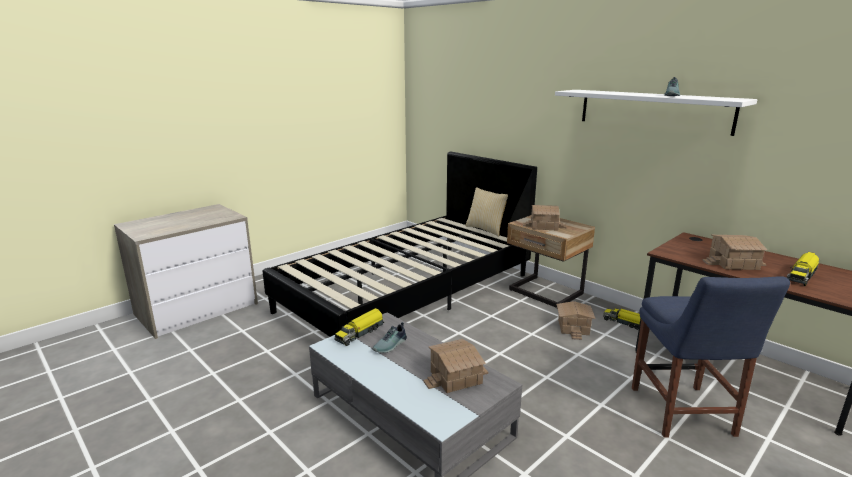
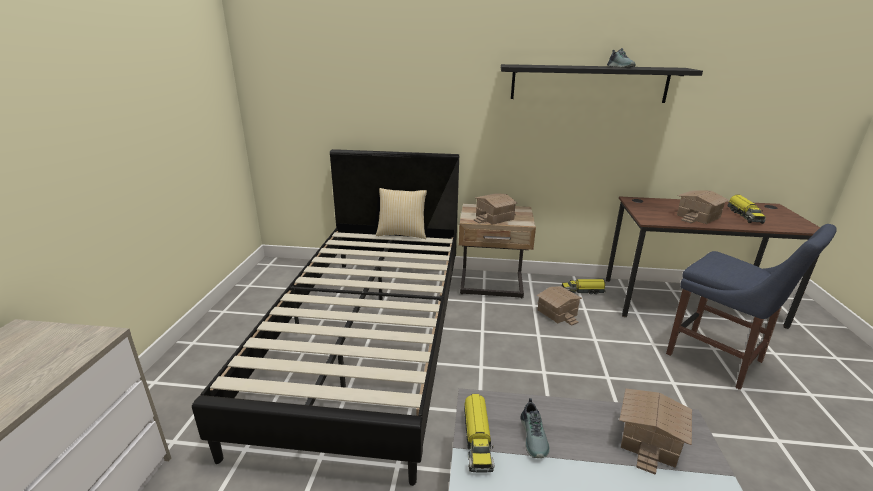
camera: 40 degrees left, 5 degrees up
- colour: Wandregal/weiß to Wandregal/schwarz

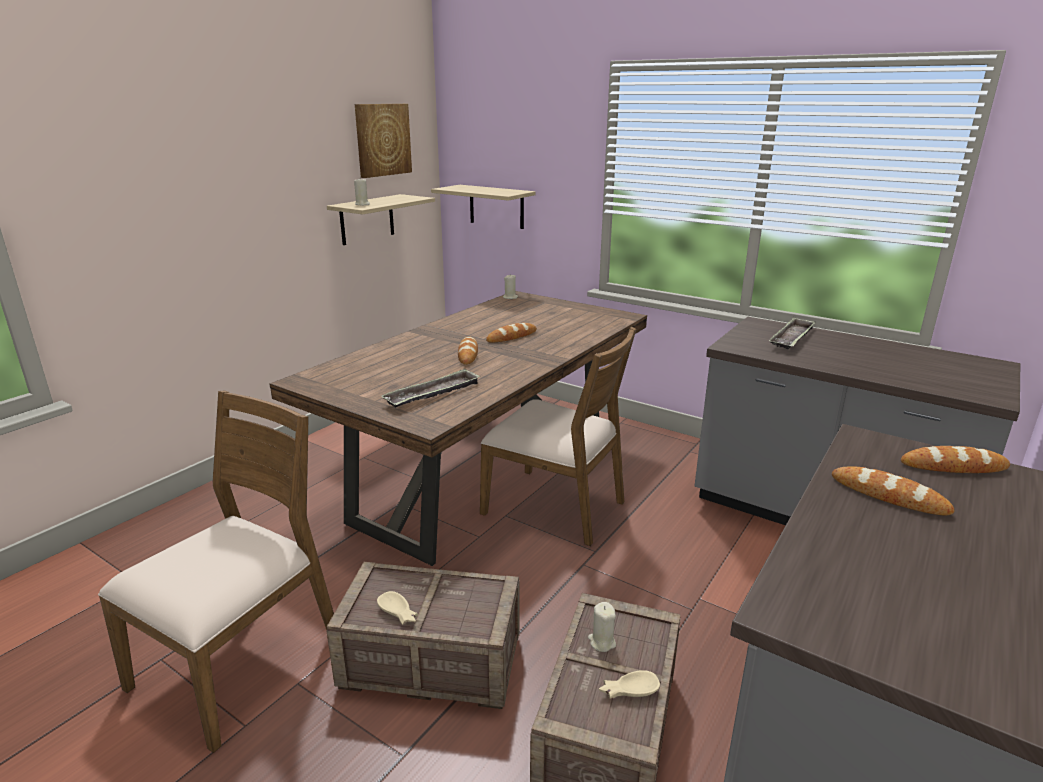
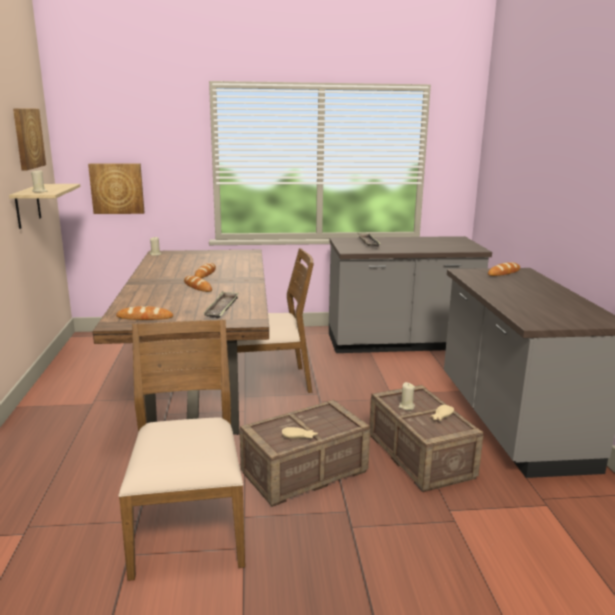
camera: 40 degrees left, 5 degrees down
- exchanged: Wandregal (no. 2 from left) to Bild (no. 2 from left)
- relocated: Brot (no. 3 from left in the first image) to Brot (no. 1 from left)

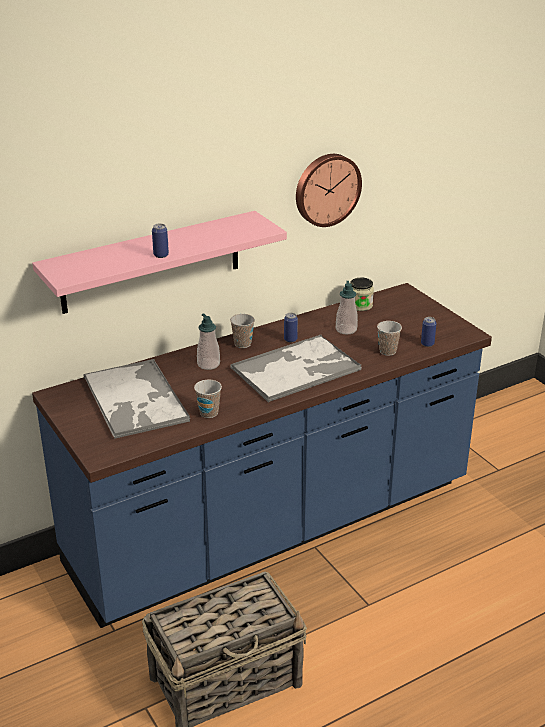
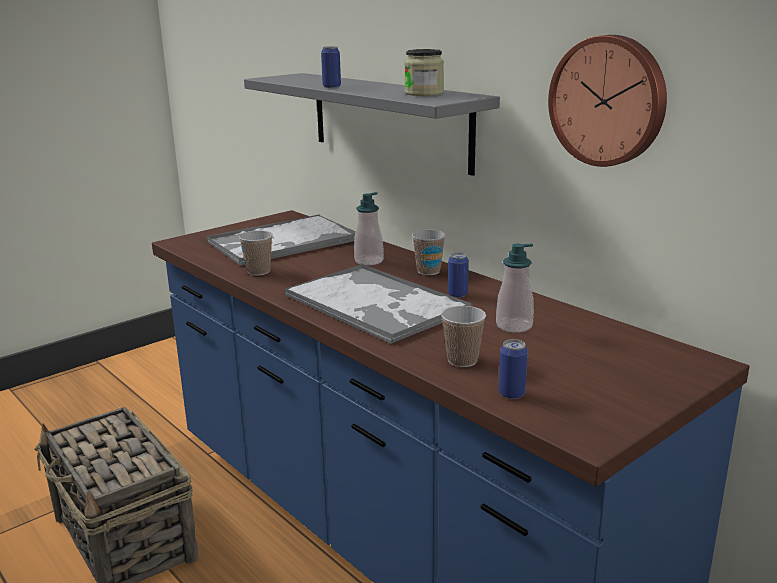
camera: 80 degrees right, 10 degrees down
- colour: Wandregal/rosa to Wandregal/grau
- relocated: Vorratsglas

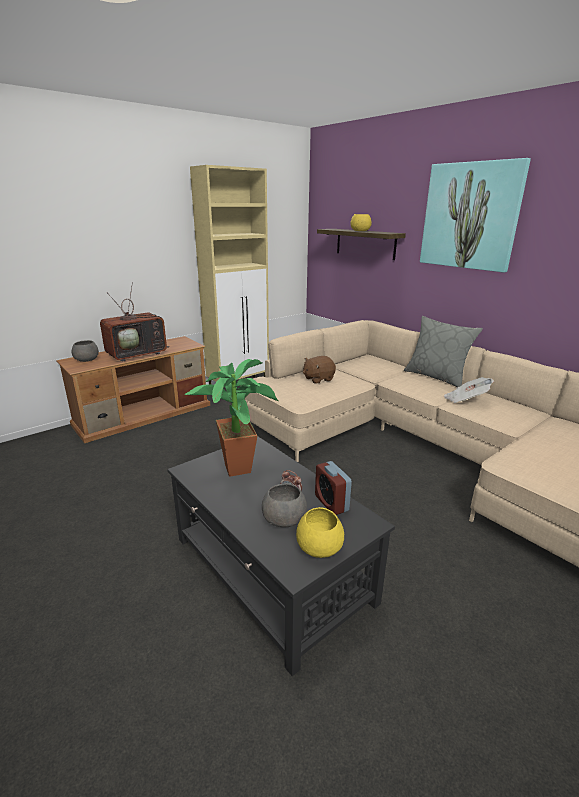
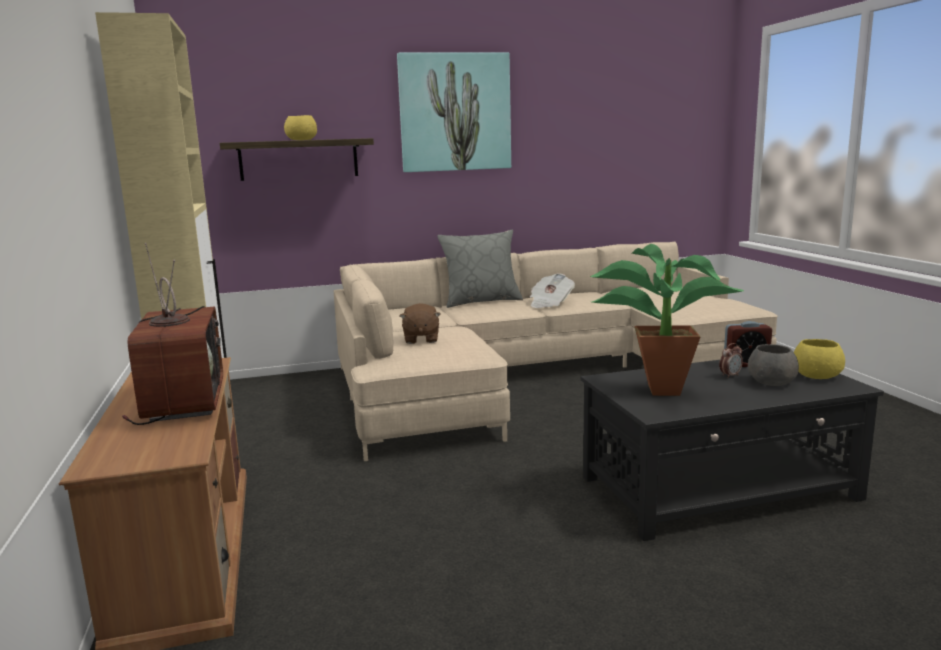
camera: 65 degrees left, 10 degrees down
- missing: Schüssel/grau (no. 1 from left)

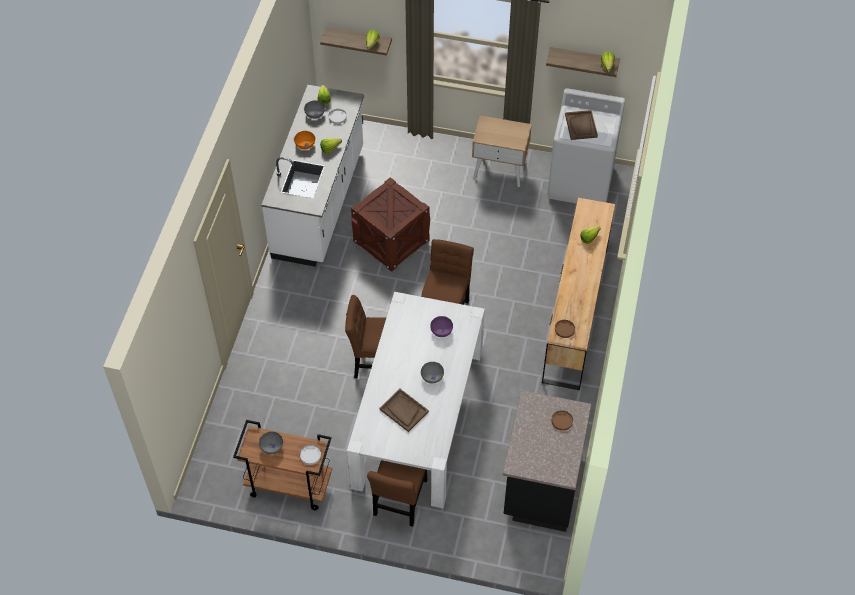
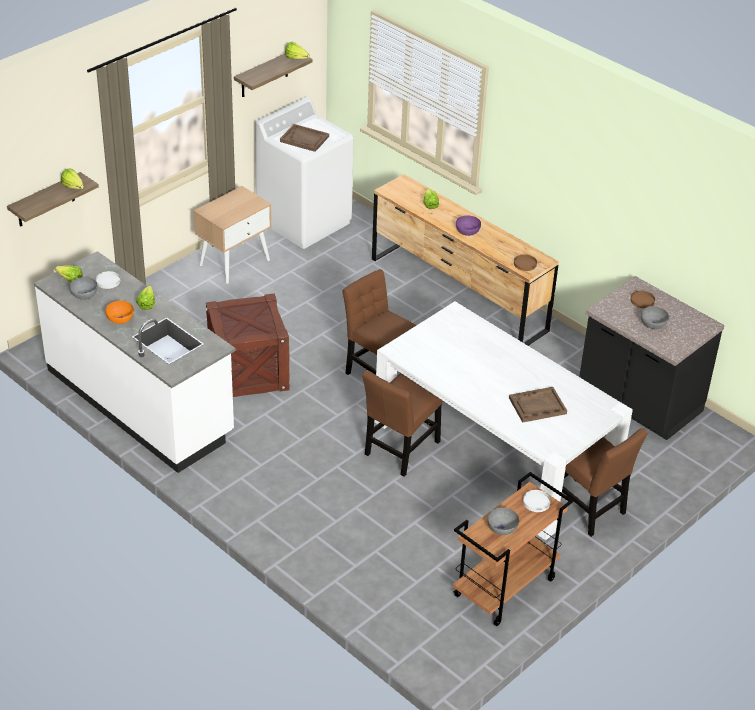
camera: 60 degrees left, 15 degrees down
- relocated: Schüssel/grau (no. 3 from left)
- relocated: Schüssel/lila

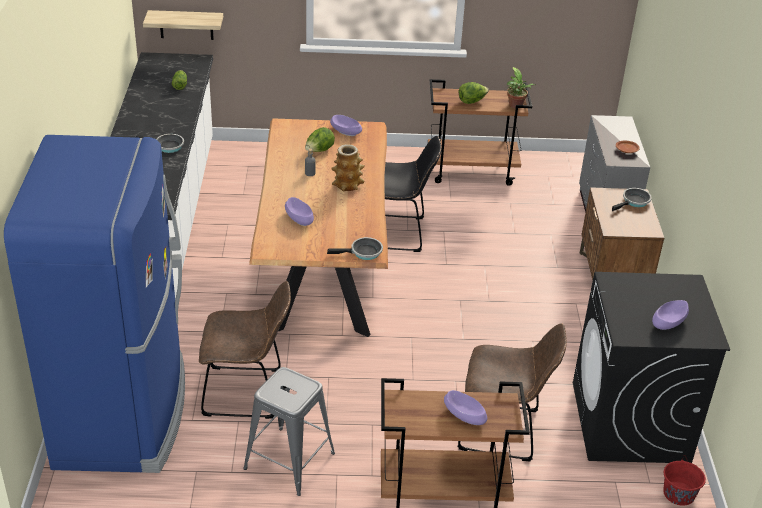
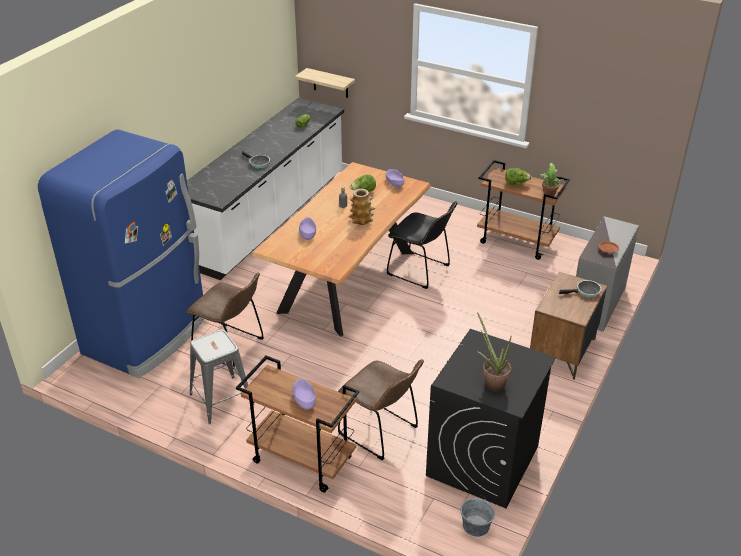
camera: 30 degrees right, 0 degrees up
- missing: Pfanne (no. 2 from left)
- exchanged: Schüssel/lila (no. 4 from left) to Topfpflanze (no. 1 from left)
- colour: Eimer/rot to Eimer/grau

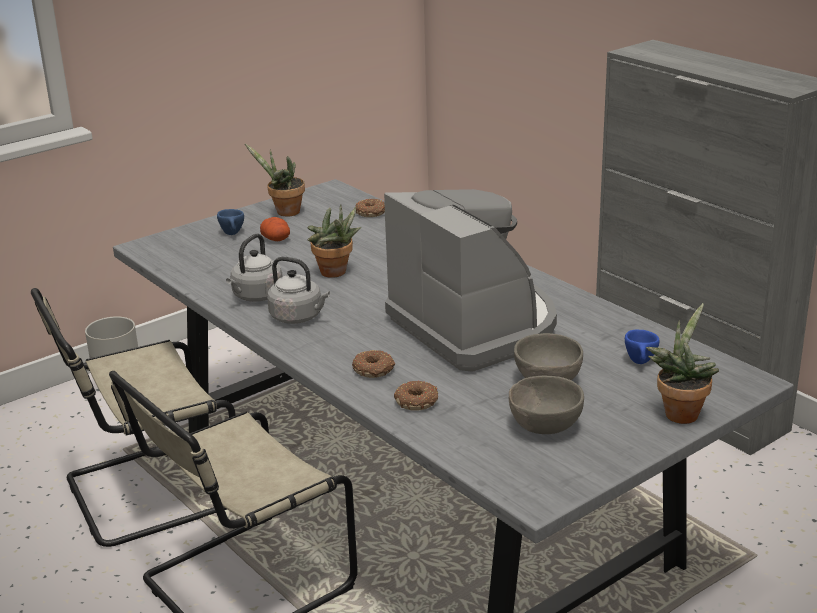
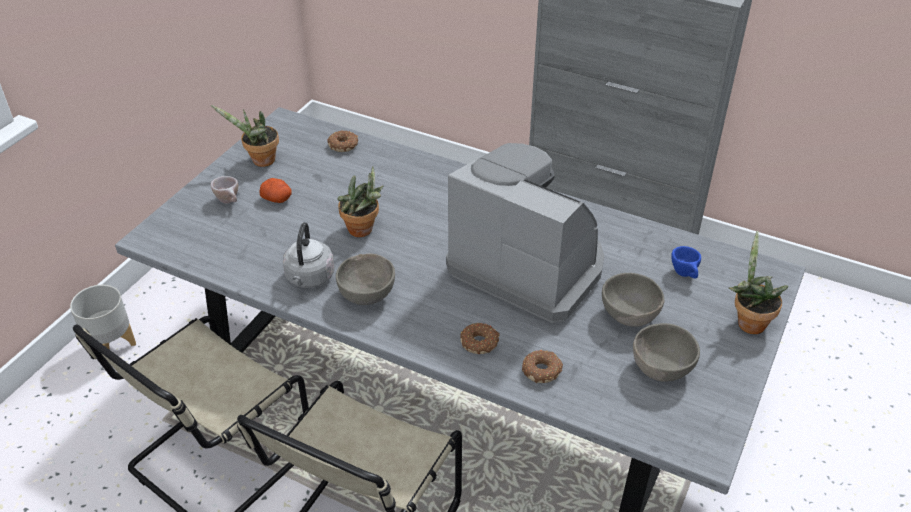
camera: 25 degrees left, 15 degrees up
- colour: Tasse/blau (no. 1 from left) to Tasse/beige
- exchanged: Wasserkessel/grau (no. 2 from left) to Schüssel/grau (no. 1 from left)

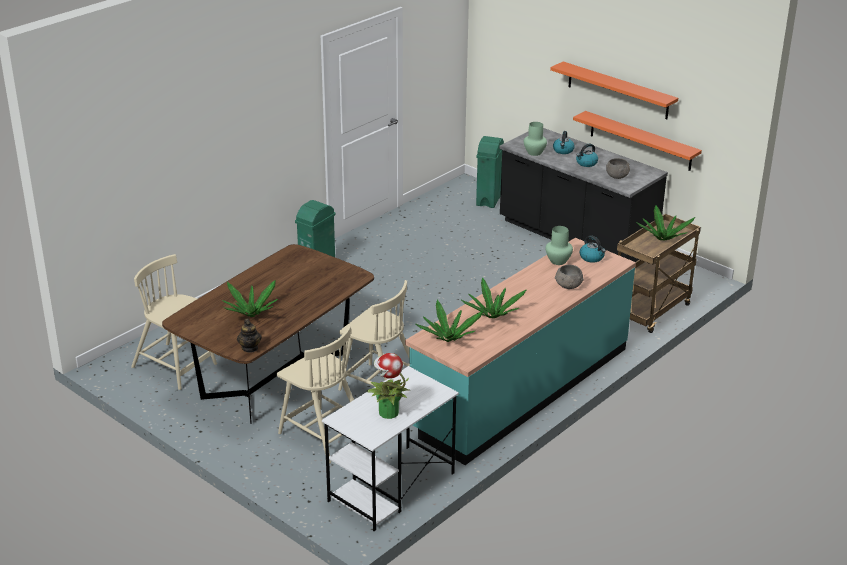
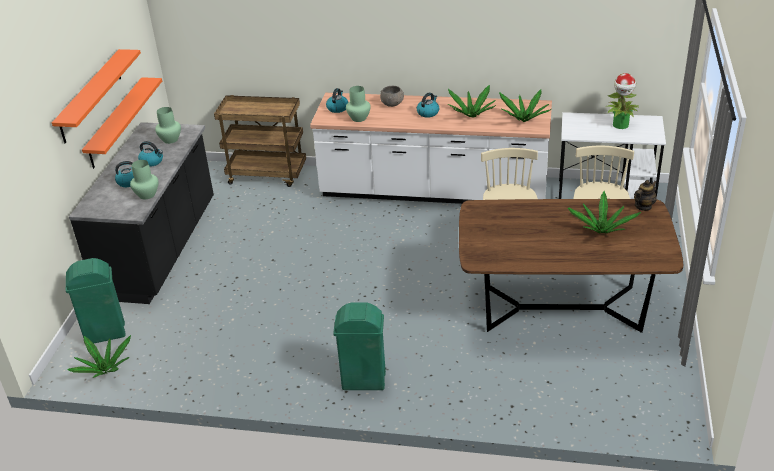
camera: 120 degrees left, 5 degrees up
- missing: Stuhl/beige (no. 1 from left)
- colour: Küchenzeile/türkis to Küchenzeile/weiß
- exchanged: Schüssel/grau (no. 2 from left) to Vase/grün (no. 2 from left)
- relocated: Topfpflanze (no. 5 from left in the first image) to Topfpflanze (no. 1 from left)
- appeared: Wasserkessel (no. 4 from left)

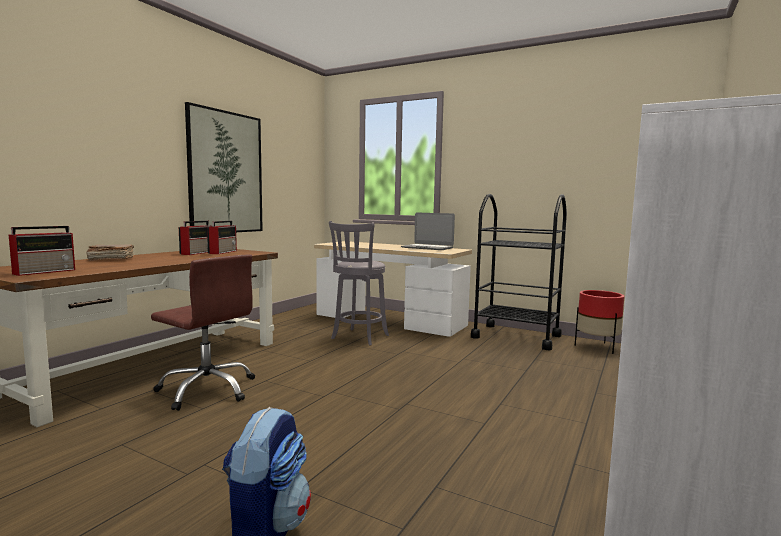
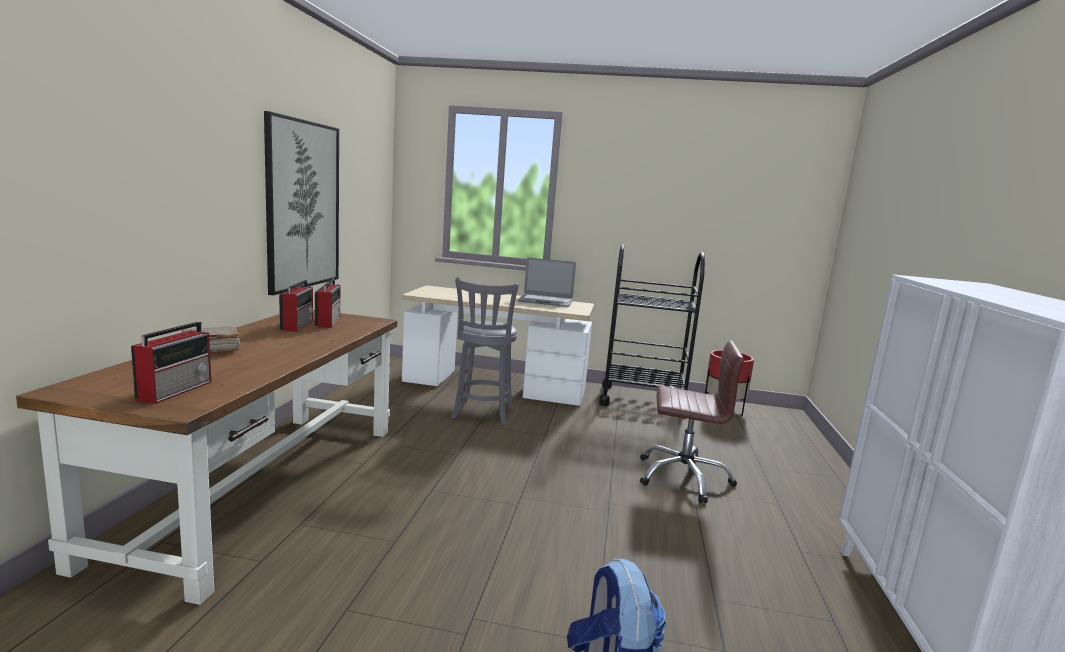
camera: 20 degrees left, 5 degrees up
- relocated: Bürostuhl/braun

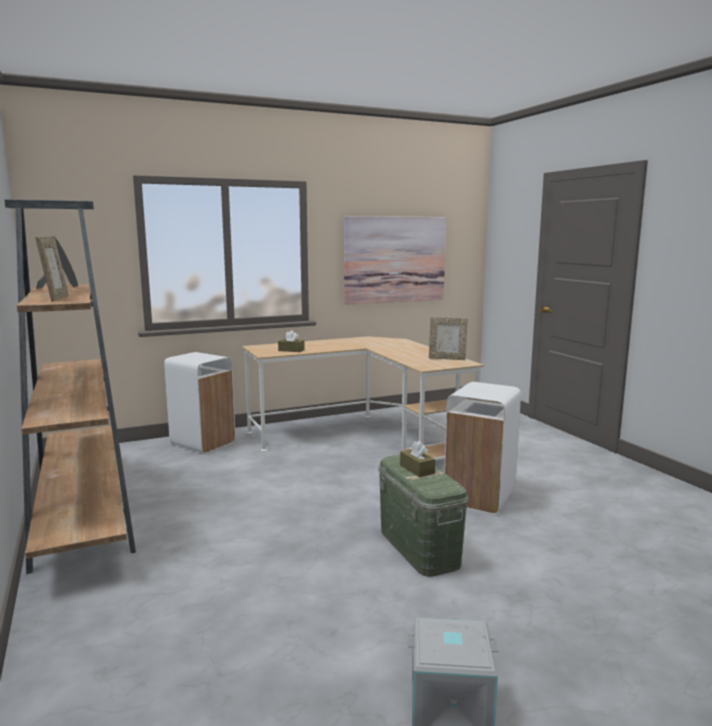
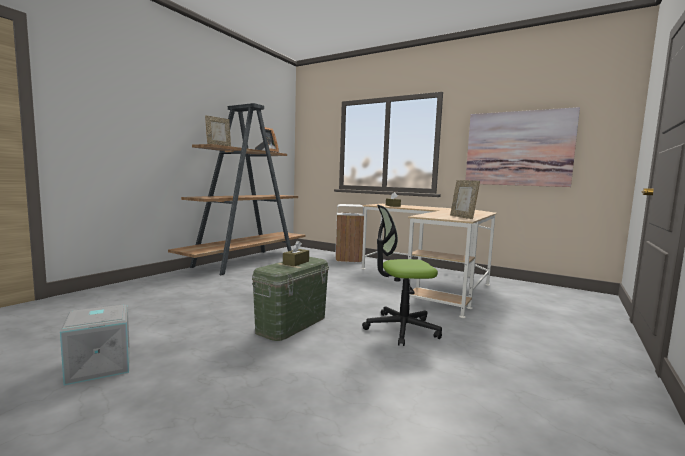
camera: 55 degrees right, 5 degrees down
- exchanged: Mülleimer/weiß (no. 2 from left) to Bürostuhl

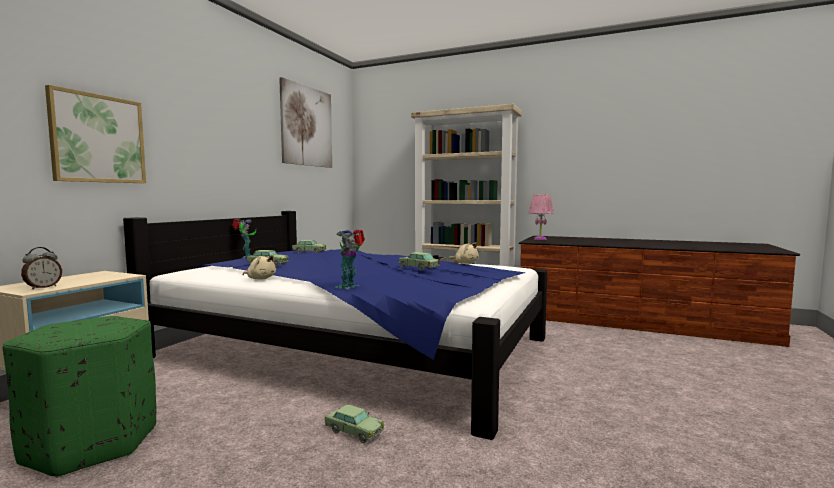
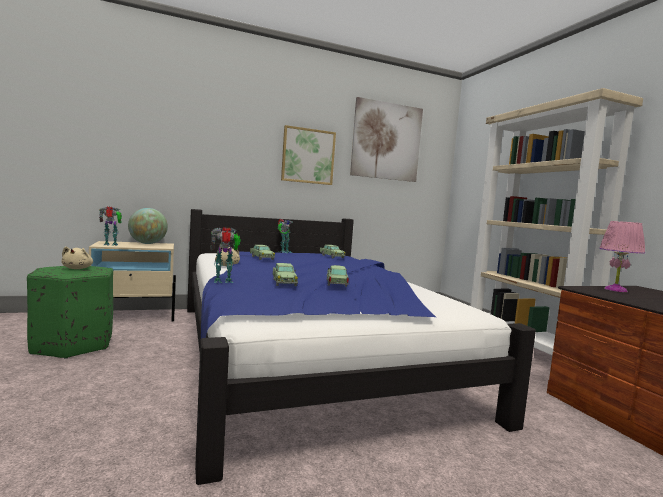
camera: 45 degrees right, 0 degrees up
- exchanged: Wecker to Spielzeugroboter (no. 1 from left)
- relocated: Bild (no. 1 from left)
- relocated: Spielzeugauto (no. 3 from left in the first image) to Spielzeugauto (no. 2 from left)
- relocated: Plüschtier/beige (no. 2 from left in the first image) to Plüschtier/beige (no. 1 from left)
- appeared: Globus

